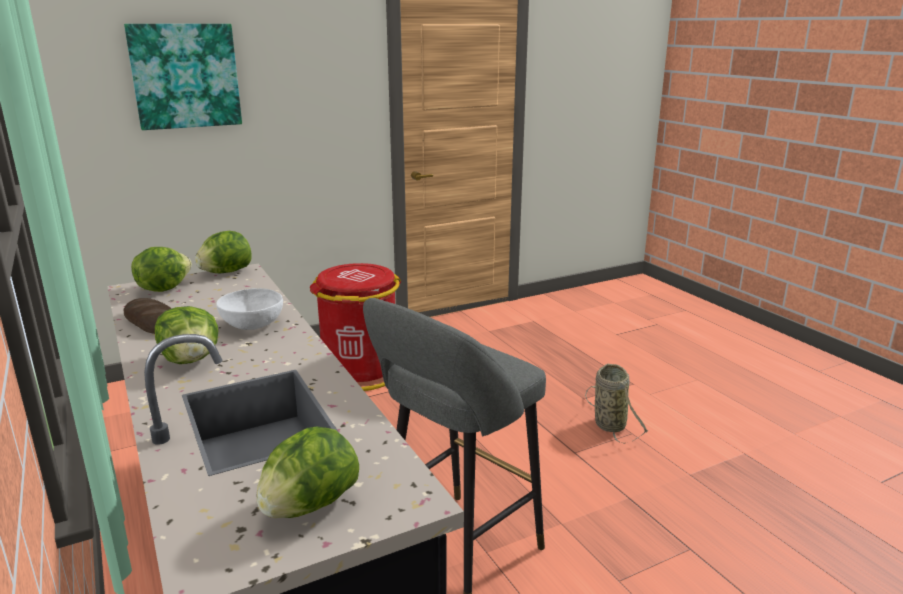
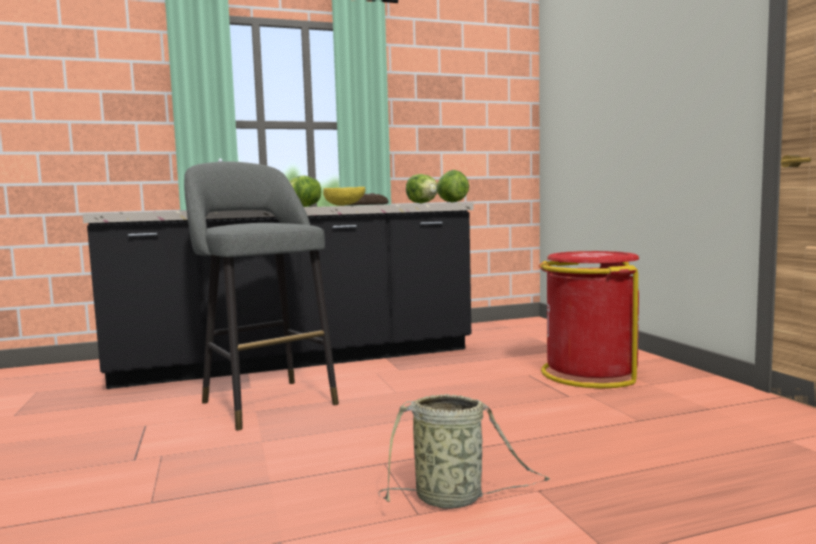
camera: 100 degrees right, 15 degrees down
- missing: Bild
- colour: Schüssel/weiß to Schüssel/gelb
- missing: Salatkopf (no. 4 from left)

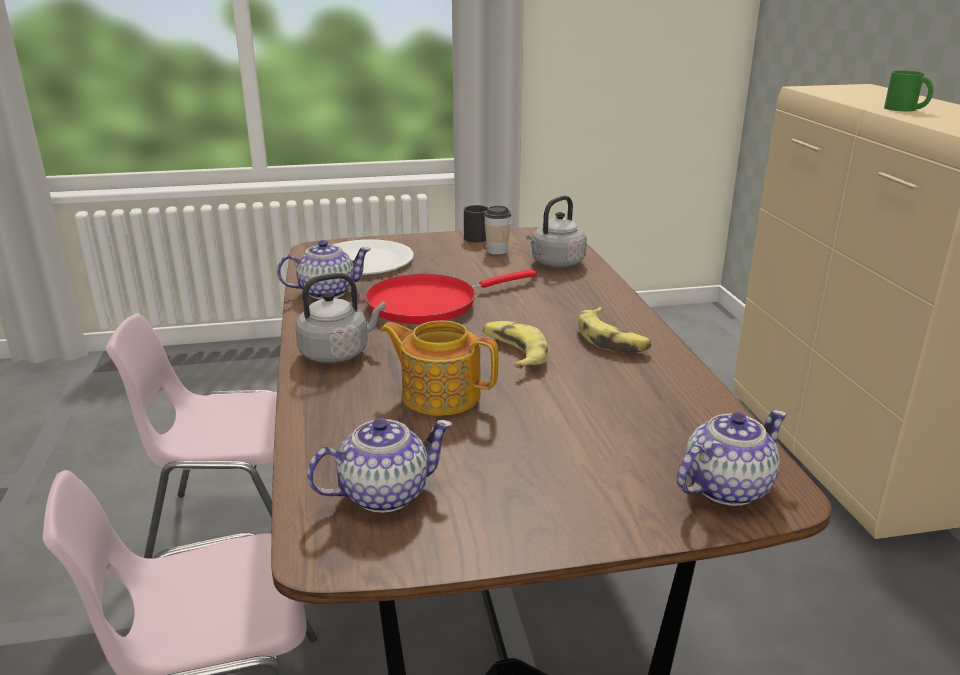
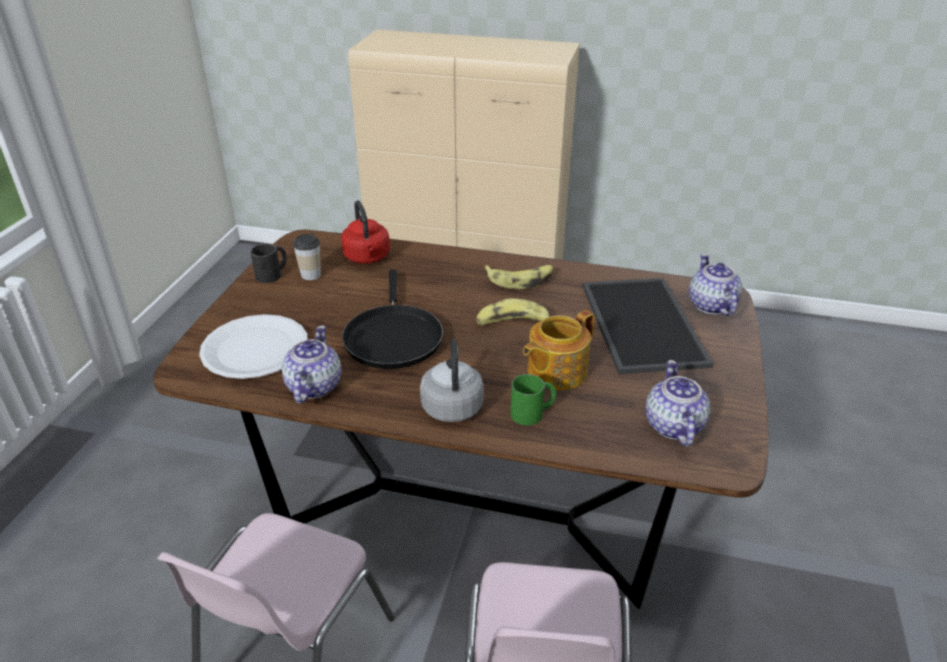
camera: 65 degrees left, 10 degrees up
- colour: Pfanne/rot to Pfanne/schwarz
- colour: Wasserkessel/grau (no. 2 from left) to Wasserkessel/rot
- relocated: Henkelbecher/grün
- appeared: Tablett

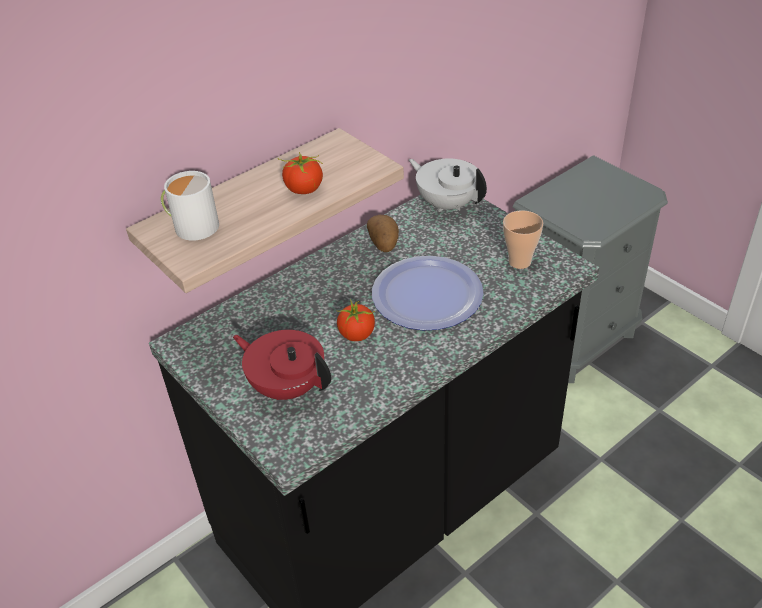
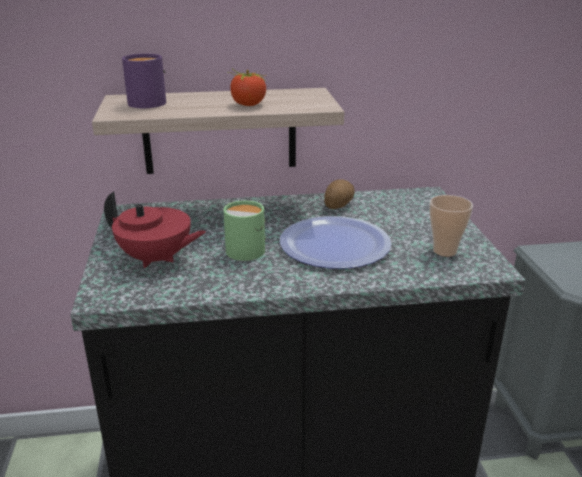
camera: 30 degrees right, 15 degrees down
- colour: Henkelbecher/weiß to Henkelbecher/lila
- spun: Teekanne/rot 135 degrees clockwise
- exchanged: Tomate (no. 2 from left) to Henkelbecher/grün
- missing: Teekanne/weiß

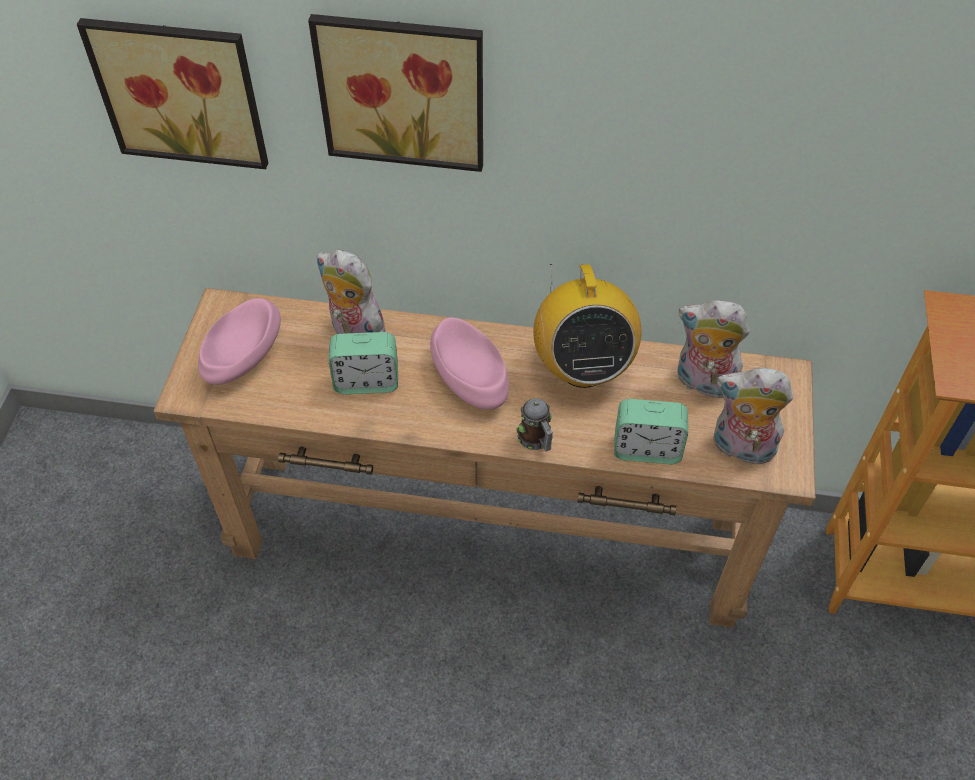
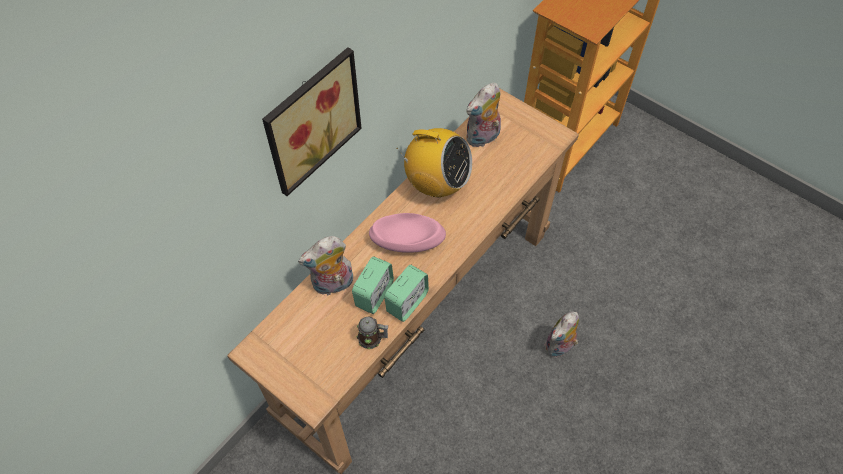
camera: 60 degrees left, 5 degrees up
- missing: Bild (no. 1 from left)
- missing: Schüssel/rosa (no. 1 from left)
- relocated: Henkelbecher
- relocated: Wecker (no. 2 from left)
- relocated: Plüschtier (no. 3 from left)

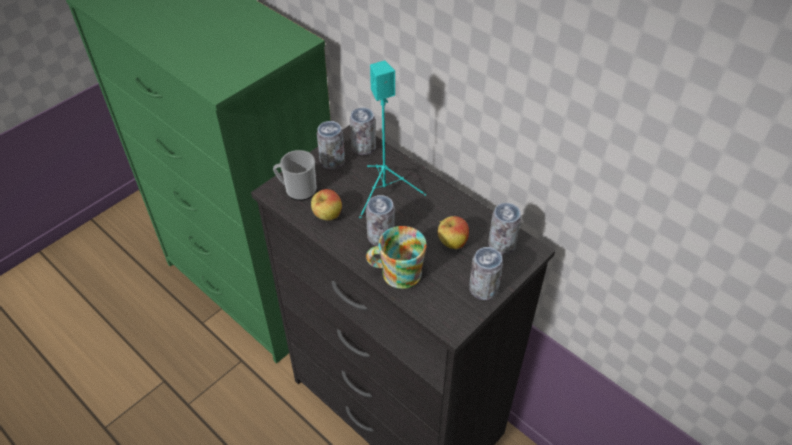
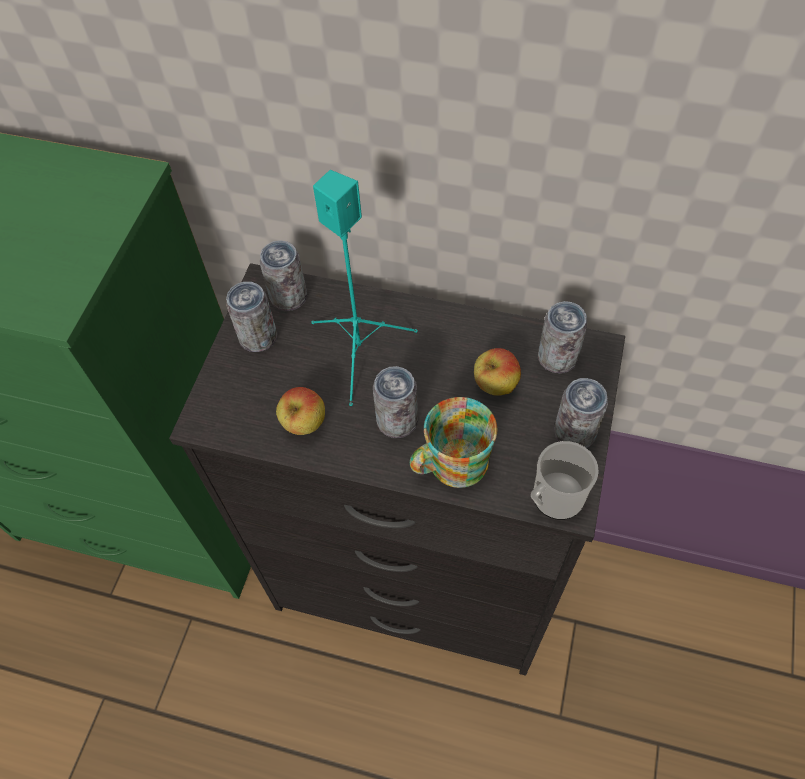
camera: 25 degrees left, 10 degrees up
- relocated: Henkelbecher (no. 1 from left in the first image) to Henkelbecher (no. 2 from left)

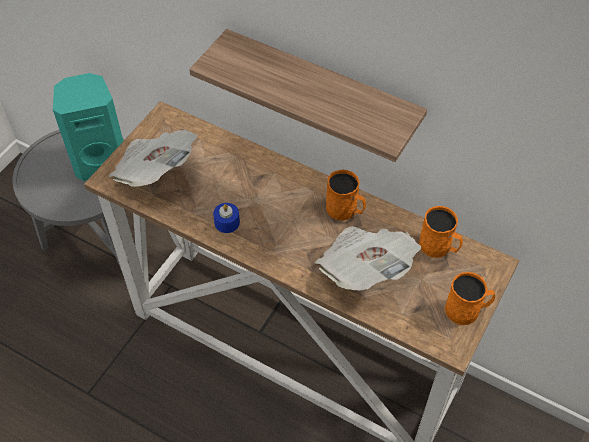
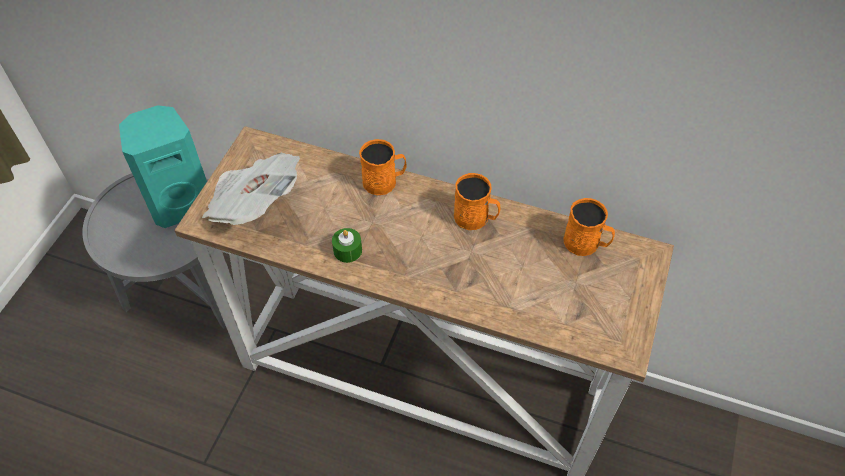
camera: 10 degrees left, 0 degrees up
- missing: Wandregal
- colour: Kerze/blau to Kerze/grün
- missing: Zeitung (no. 2 from left)
- relocated: Henkelbecher/orange (no. 3 from left in the first image) to Henkelbecher/orange (no. 1 from left)

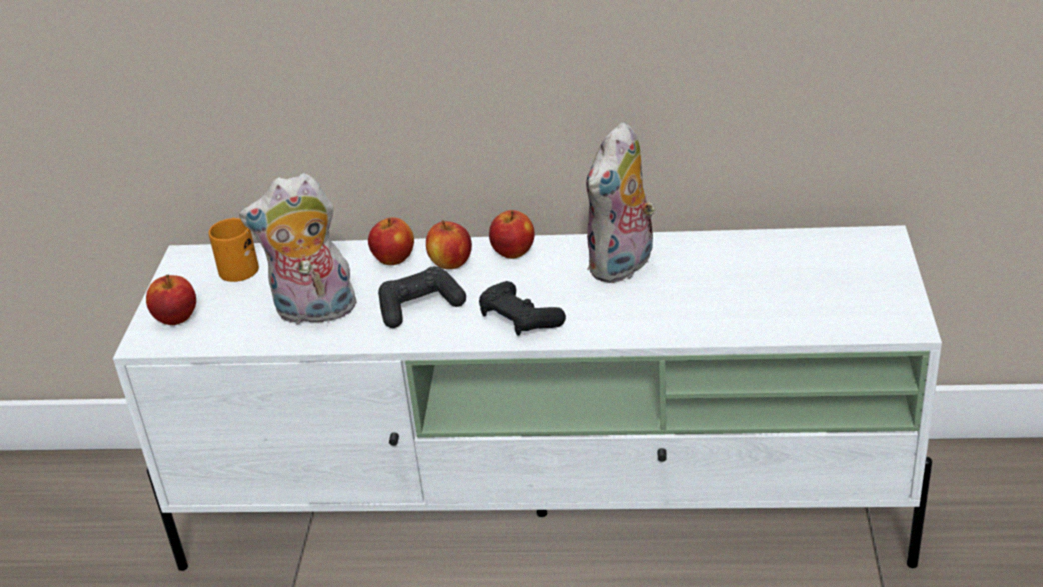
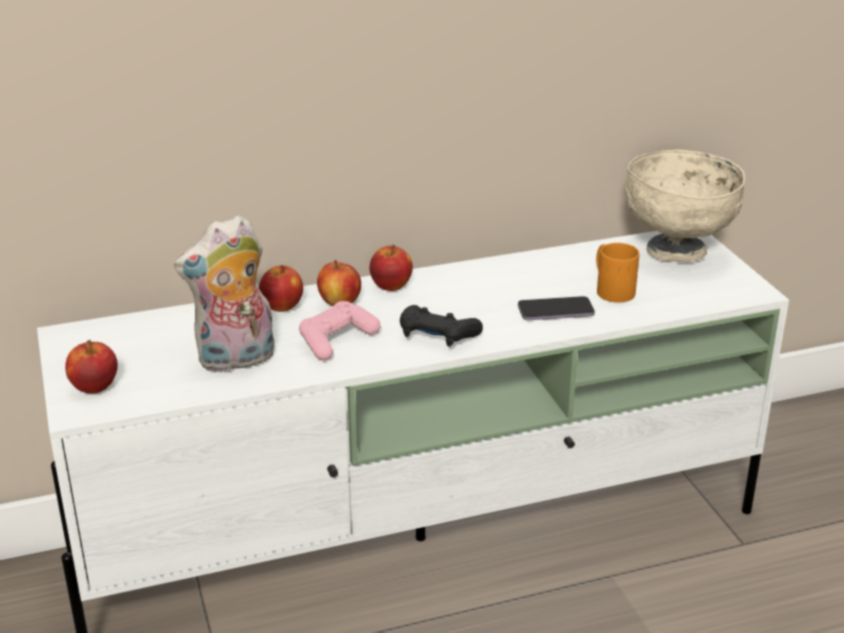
camera: 25 degrees left, 5 degrees down
- relocated: Henkelbecher/orange
- colour: Gamepad/schwarz (no. 1 from left) to Gamepad/rosa
- missing: Plüschtier (no. 2 from left)
- appeared: Handy
- appeared: Schüssel/beige

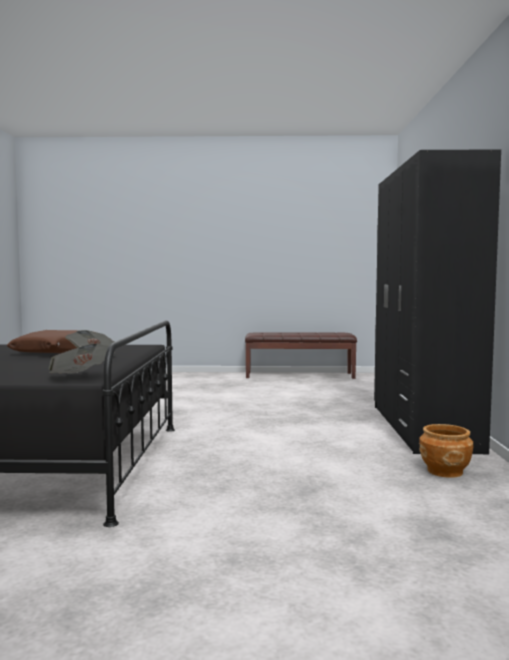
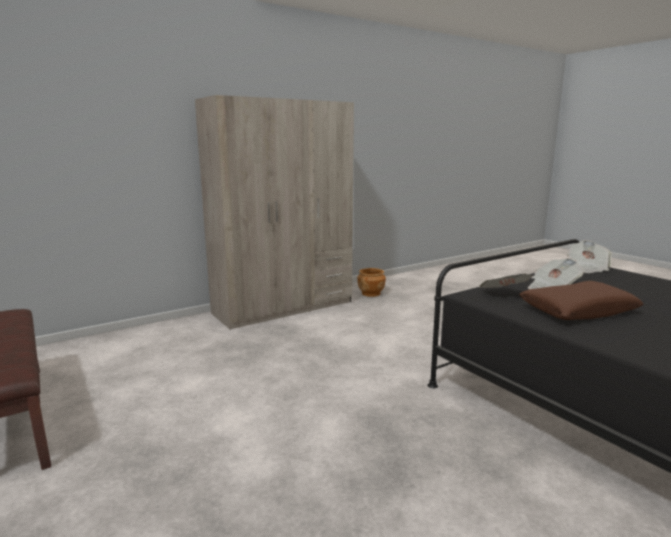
camera: 125 degrees left, 10 degrees up
- colour: Kleiderschrank/schwarz to Kleiderschrank/beige
- appeared: Zeitung (no. 1 from left)

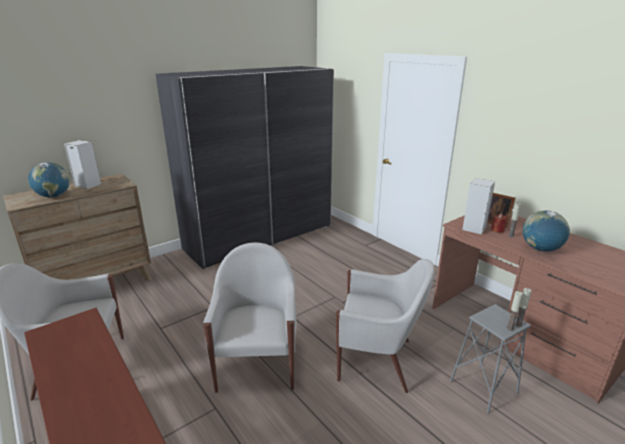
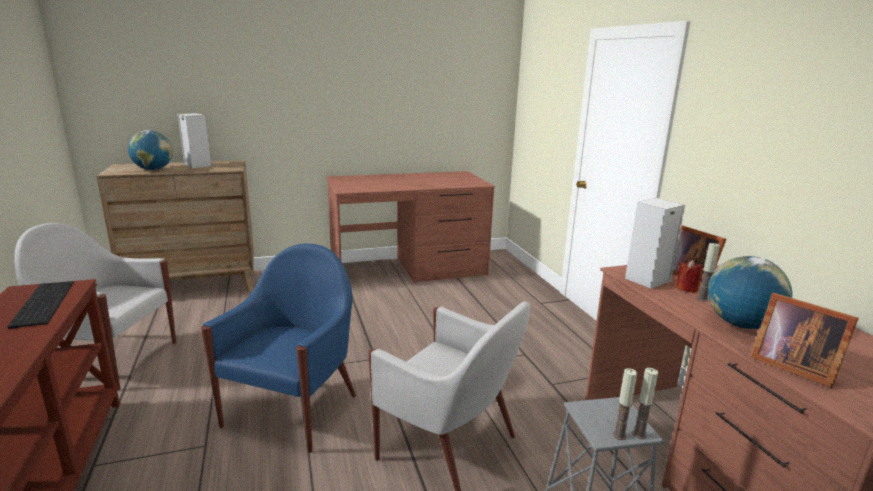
camera: 20 degrees right, 5 degrees down
- exchanged: Kleiderschrank/grau to Schreibtisch/braun (no. 1 from left)
- colour: Sessel/weiß (no. 2 from left) to Sessel/blau
- appeared: Tastatur
- appeared: Bilderrahmen (no. 2 from left)

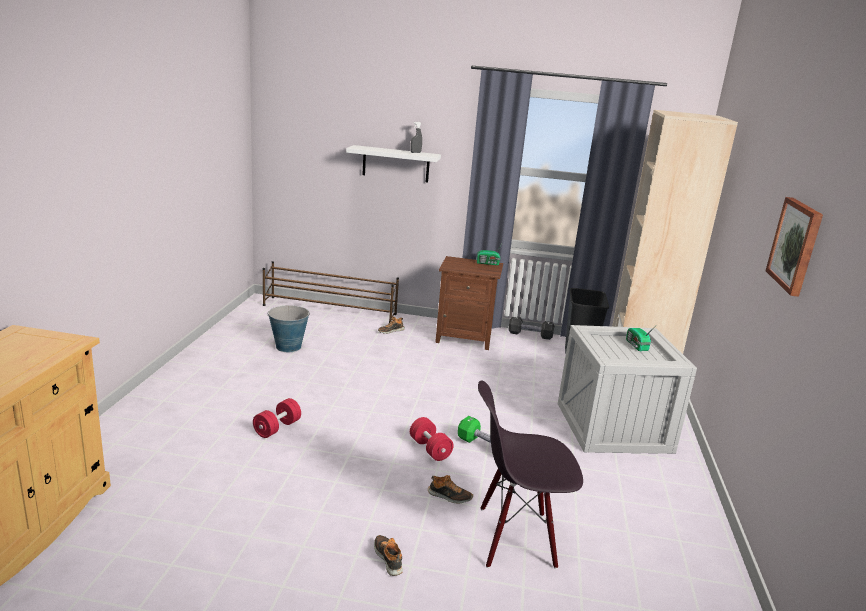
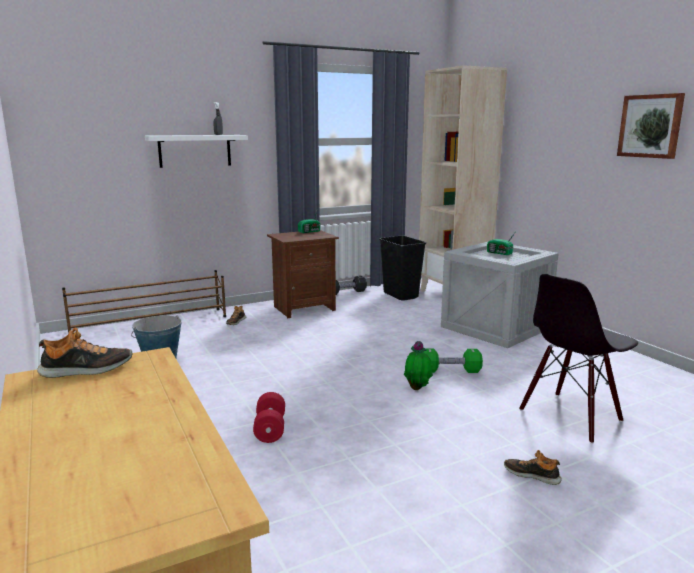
camera: 35 degrees left, 5 degrees down
- exchanged: Hantel/rot (no. 2 from left) to Topfpflanze
- relocated: Schuh (no. 3 from left in the first image) to Schuh (no. 1 from left)

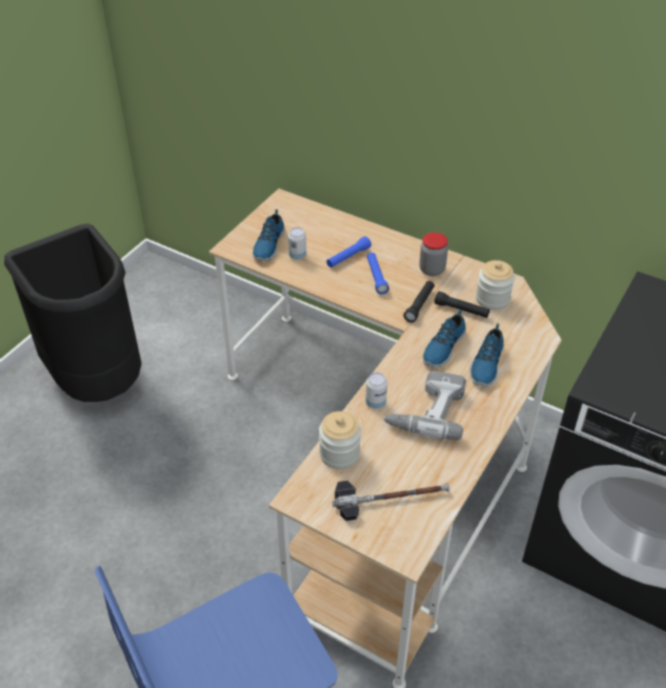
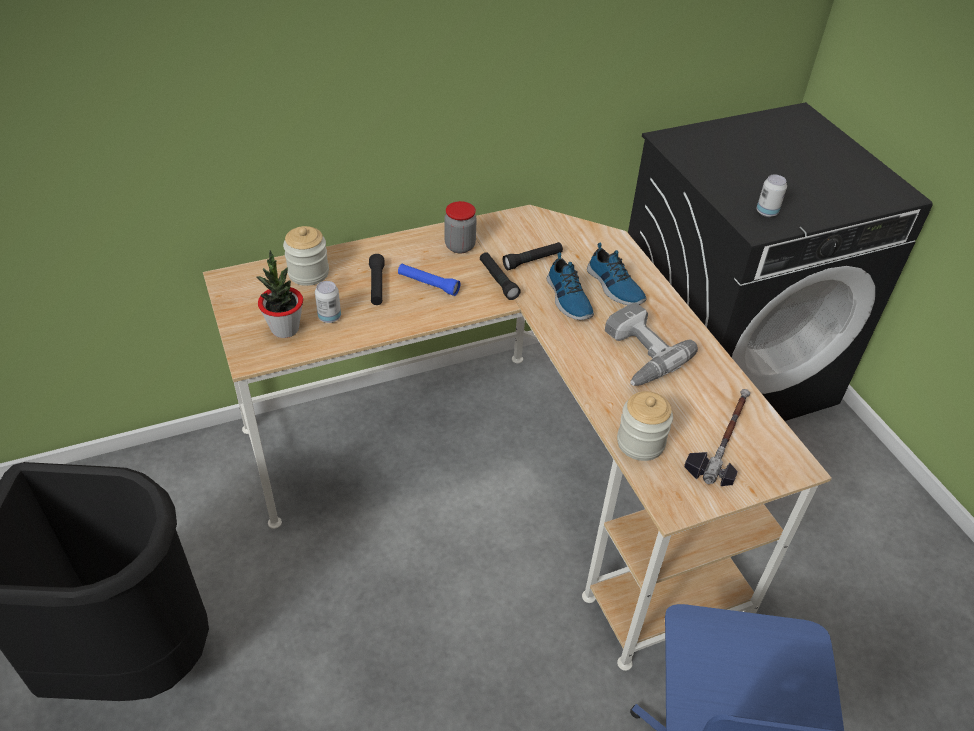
camera: 55 degrees left, 0 degrees up
- exchanged: Schuh (no. 1 from left) to Topfpflanze
- colour: Taschenlampe/blau (no. 1 from left) to Taschenlampe/schwarz (no. 1 from left)
- relocated: Dose (no. 2 from left)
- relocated: Vorratsglas (no. 3 from left in the first image) to Vorratsglas (no. 1 from left)

